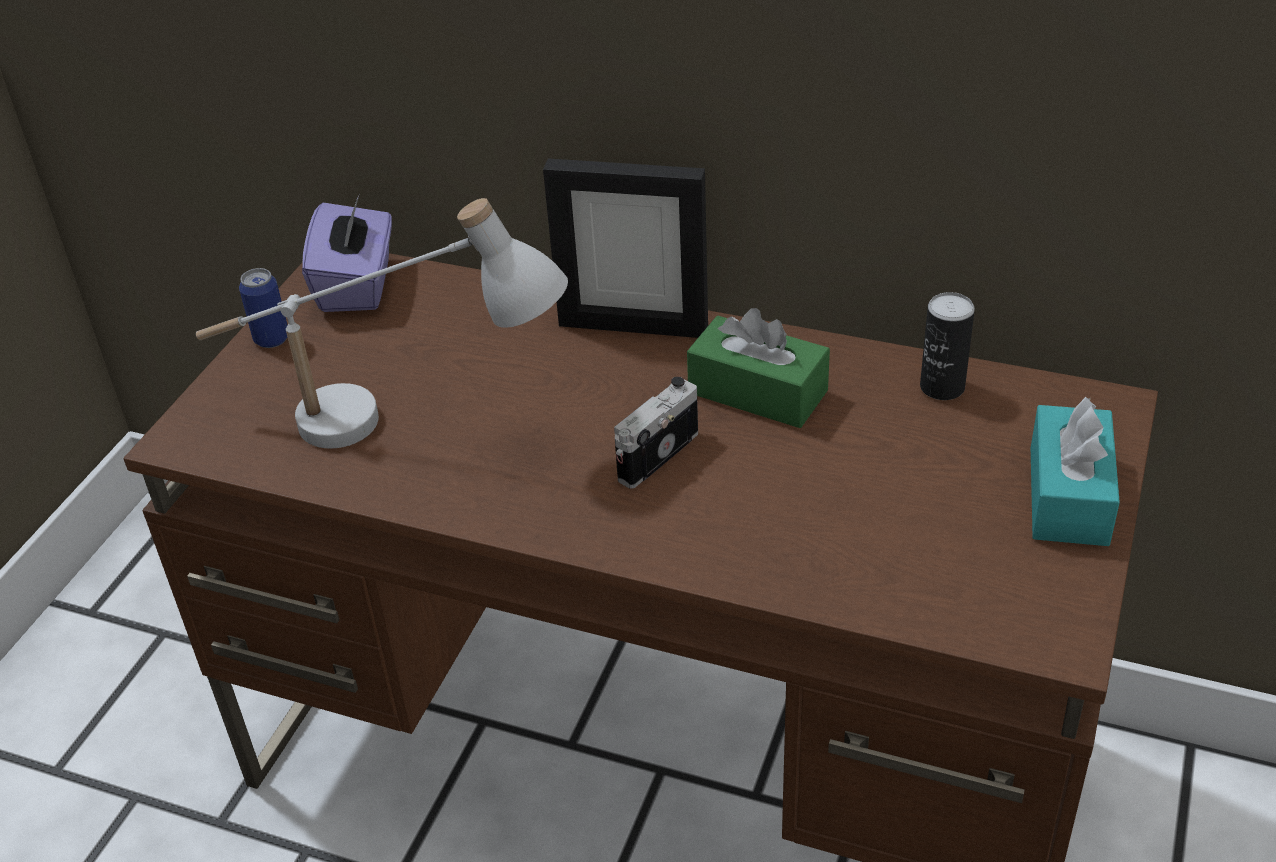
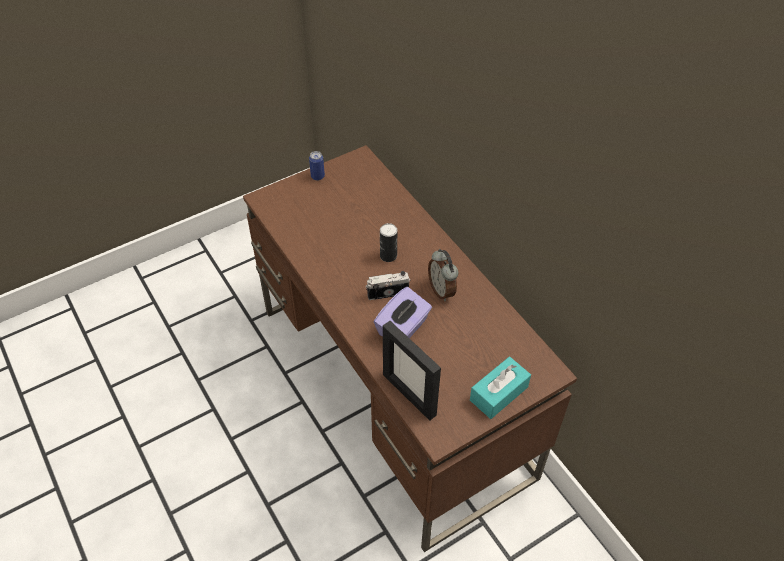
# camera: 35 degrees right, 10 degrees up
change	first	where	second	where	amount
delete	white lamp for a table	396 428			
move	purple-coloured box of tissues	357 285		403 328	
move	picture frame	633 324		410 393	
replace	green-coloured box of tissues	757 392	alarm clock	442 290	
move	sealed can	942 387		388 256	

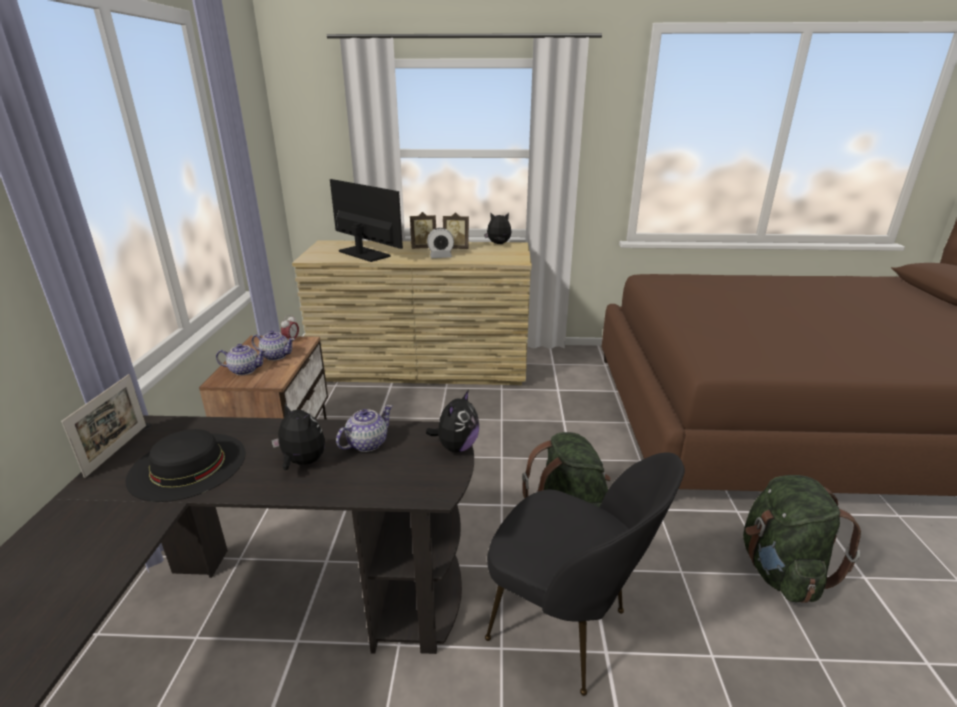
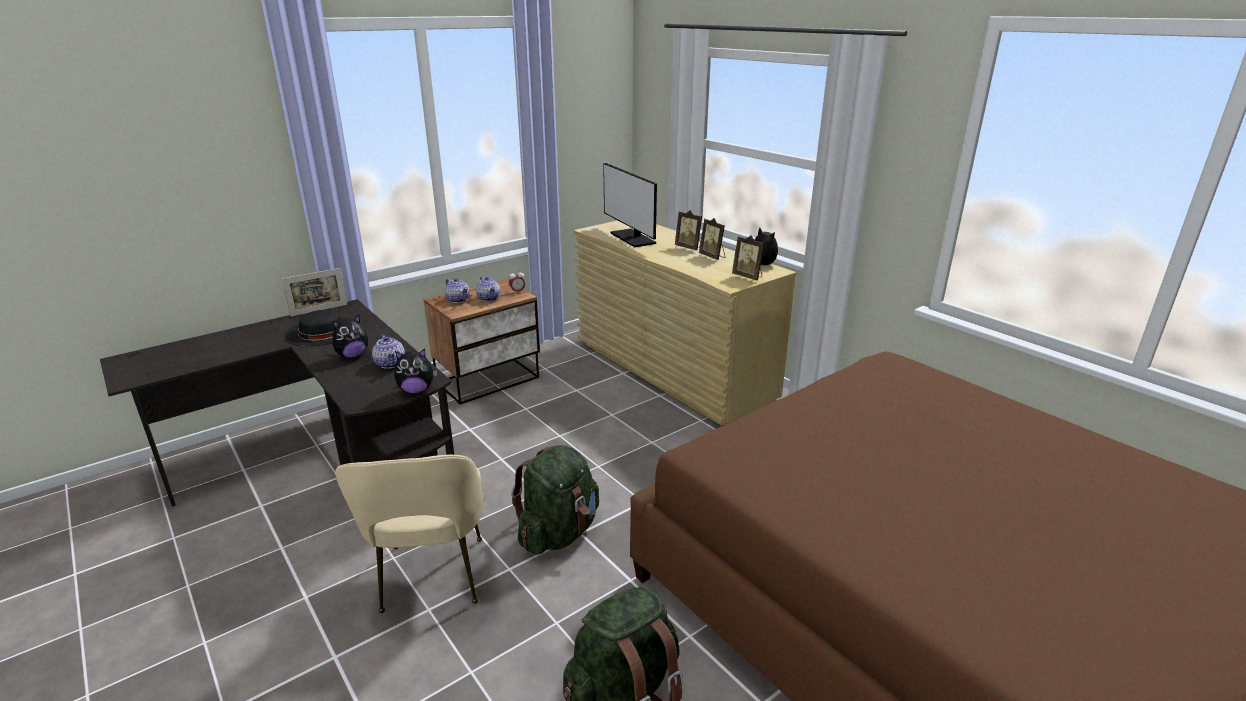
# camera: 50 degrees right, 0 degrees up
change	first	where	second	where	amount
rotate	cuddly toy	302 462		352 355	60 degrees clockwise
rotate	computer display	364 254		632 238	150 degrees clockwise
rotate	pot for tea	366 444		390 363	60 degrees clockwise
delete	alarm clock	441 257			
recolor	black-coloured plain chair	567 632	sand-coloured plain chair	432 582	
insert			picture frame	748 276	

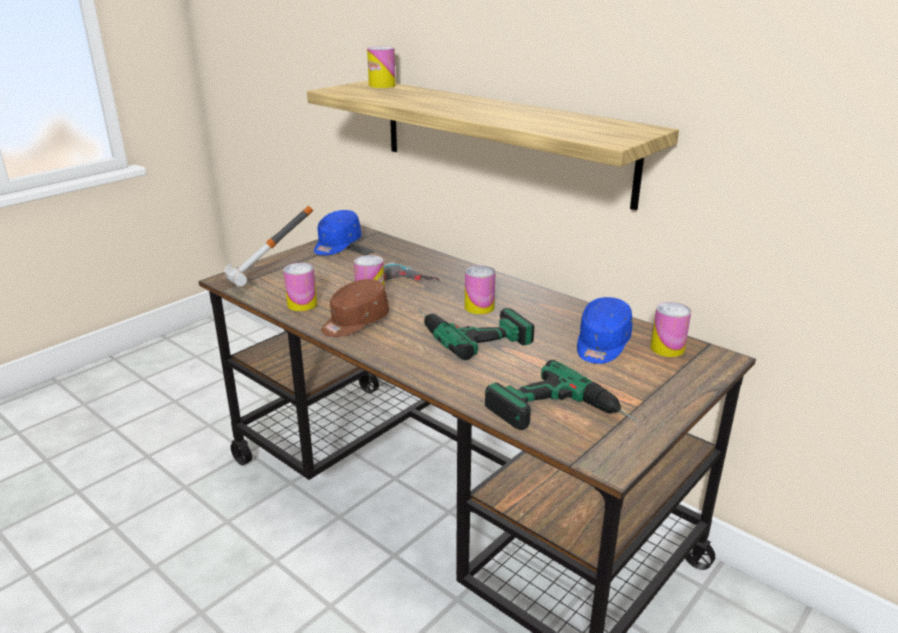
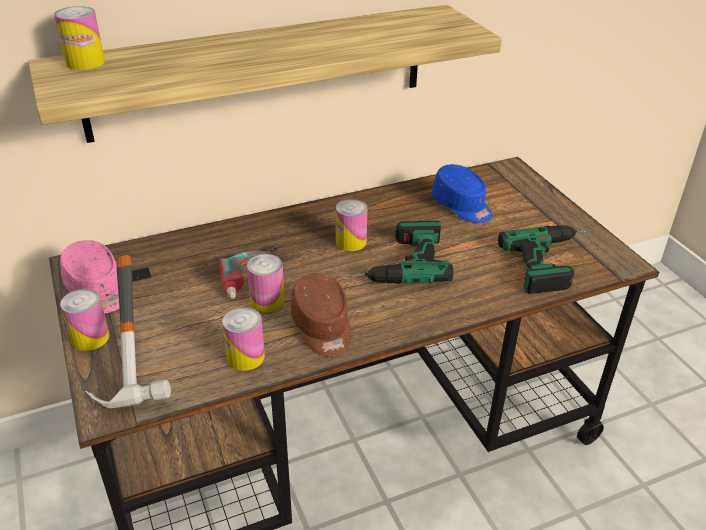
# camera: 65 degrees left, 10 degrees up
change	first	where	second	where	amount
recolor	blue-coloured cap	336 245	pink-coloured cap	97 290	
move	sealed can	667 348		90 338	

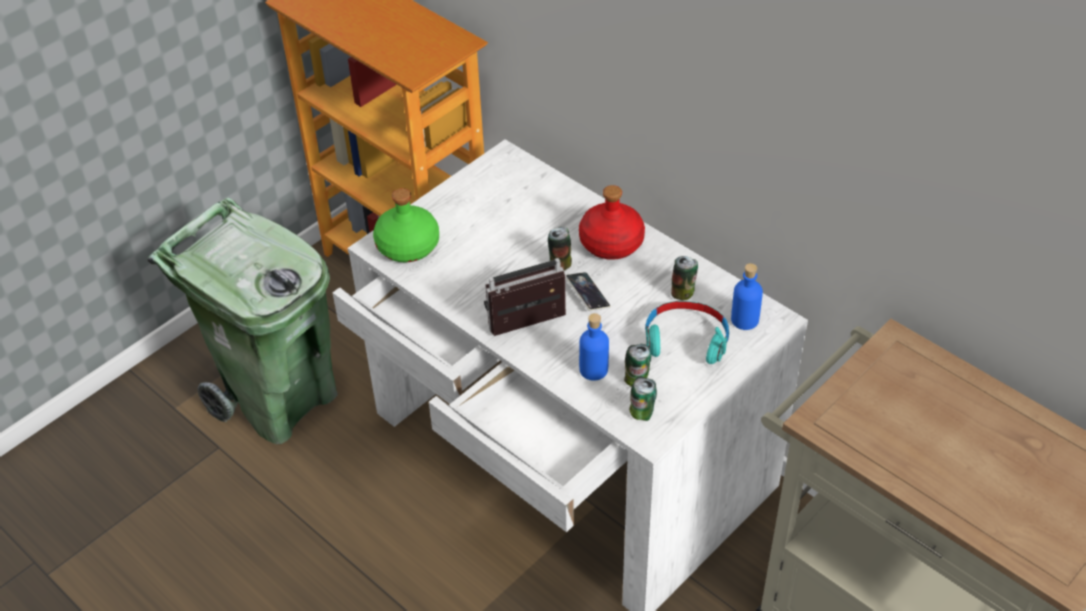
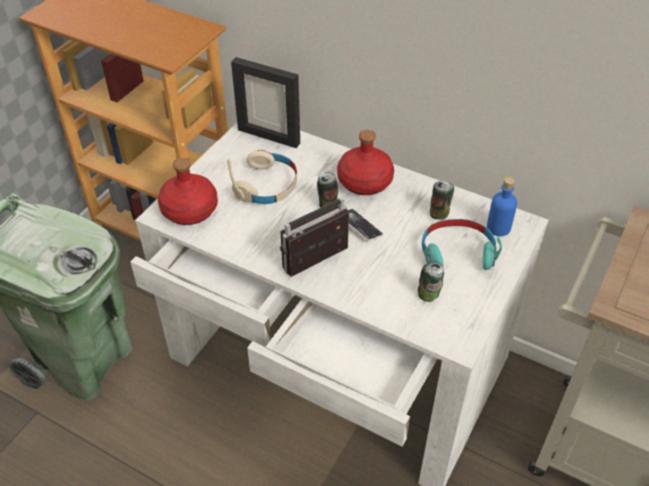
# camera: 15 degrees left, 0 degrees up
change	first	where	second	where	amount
recolor	green-coloured beverage bottle	407 246	red beverage bottle	189 210	
delete	blue-coloured beverage bottle	593 369			
delete	sealed can	642 414			
insert			sand-coloured headphones	267 186	
insert			picture frame	269 135	

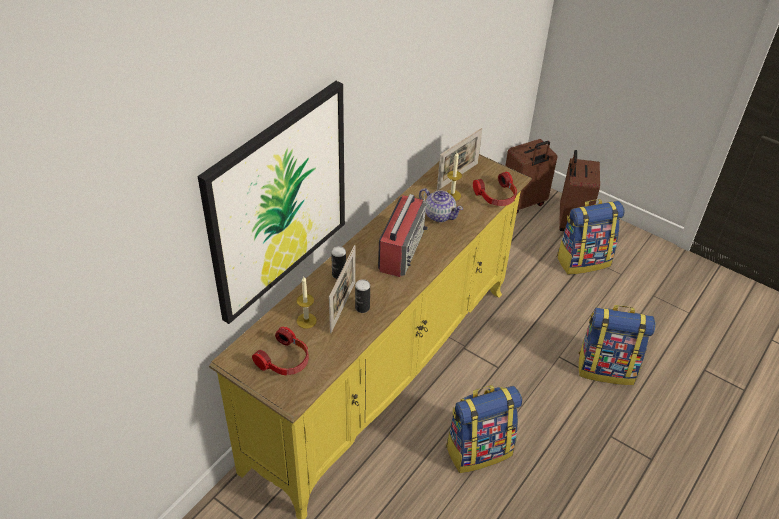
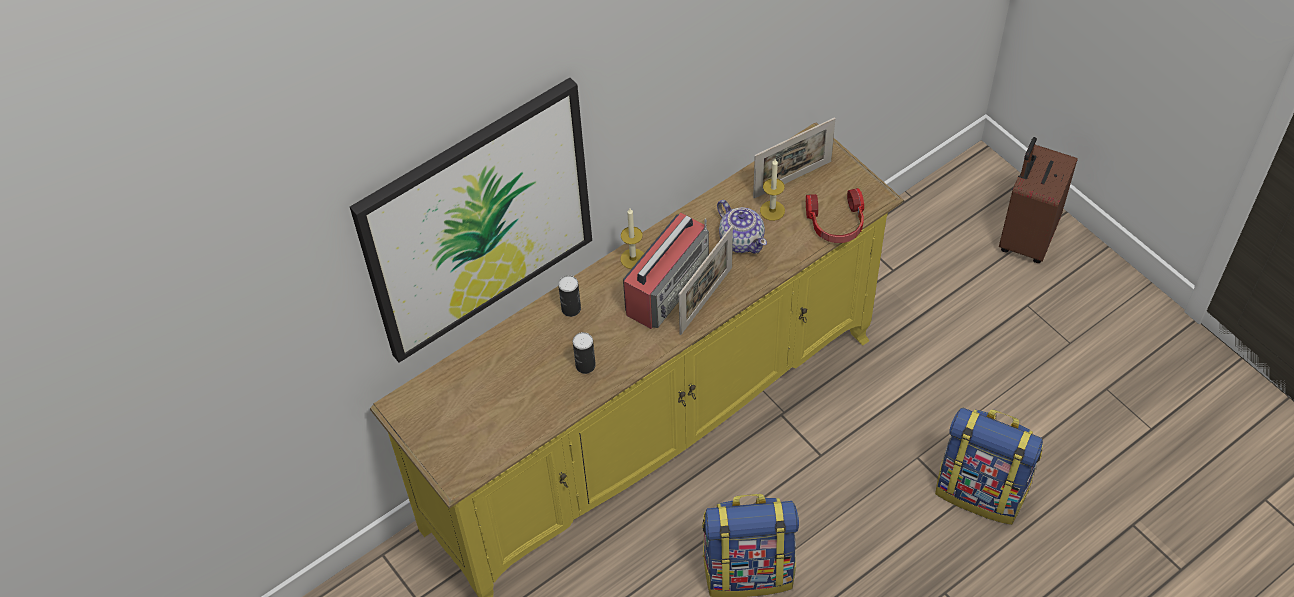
# camera: 20 degrees right, 10 degrees up
change	first	where	second	where	amount
delete	headphones	285 360			
move	candle	306 321		633 258	
move	picture frame	343 306		706 300	
delete	brown-coloured travel case	523 203			
delete	rucksack	583 260			

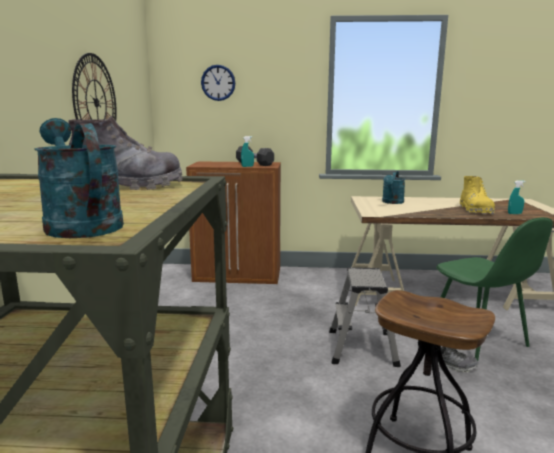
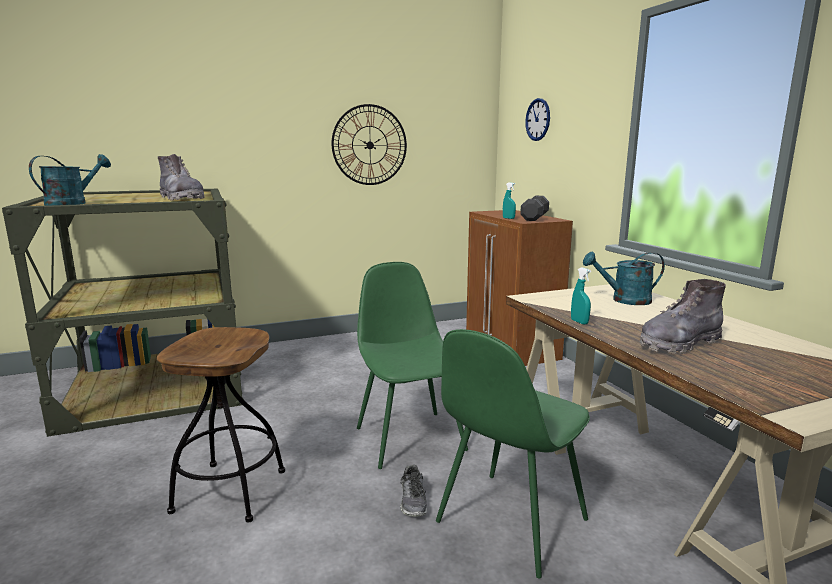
# camera: 65 degrees right, 0 degrees up
change	first	where	second	where	amount
replace	grey stepladder	362 347	green-coloured plain chair	409 437	
recolor	yellow boot	475 210	grey boot	679 344	
move	turquoise hand sprayer	514 213		579 322	

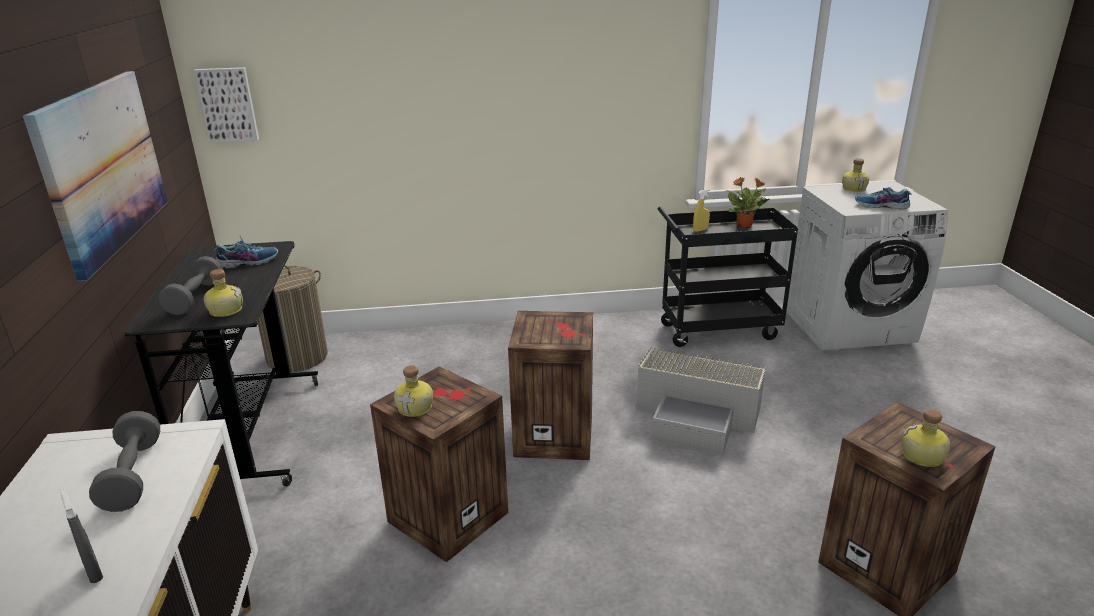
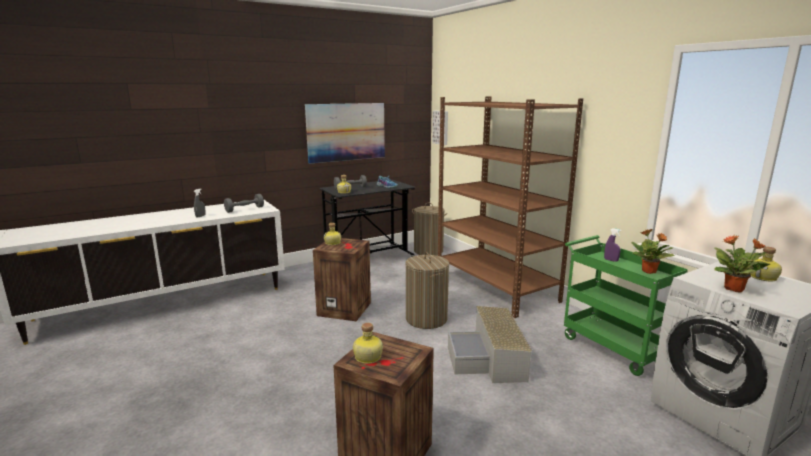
# camera: 65 degrees right, 10 degrees down
change	first	where	second	where	amount
replace	crate	555 434	laundry basket	426 319	
recolor	black-coloured wheeled cart	715 332	green-coloured wheeled cart	610 349	
recolor	yellow hand sprayer	700 230	purple-coloured hand sprayer	611 260	
replace	shoe	881 206	potted plant	734 289	
insert			brown-coloured shelving unit	495 287	

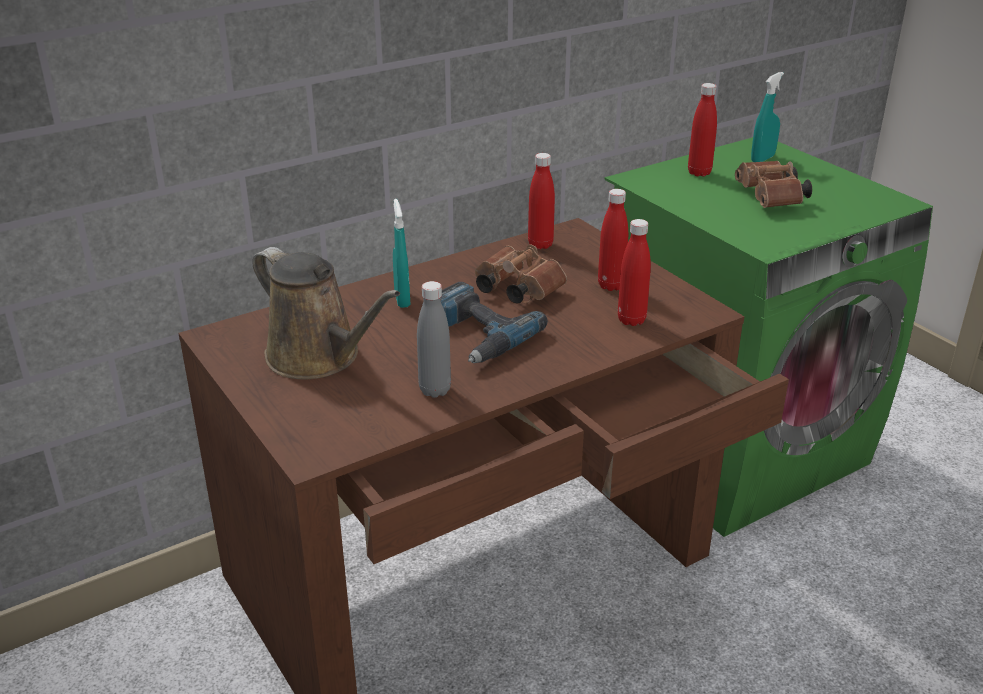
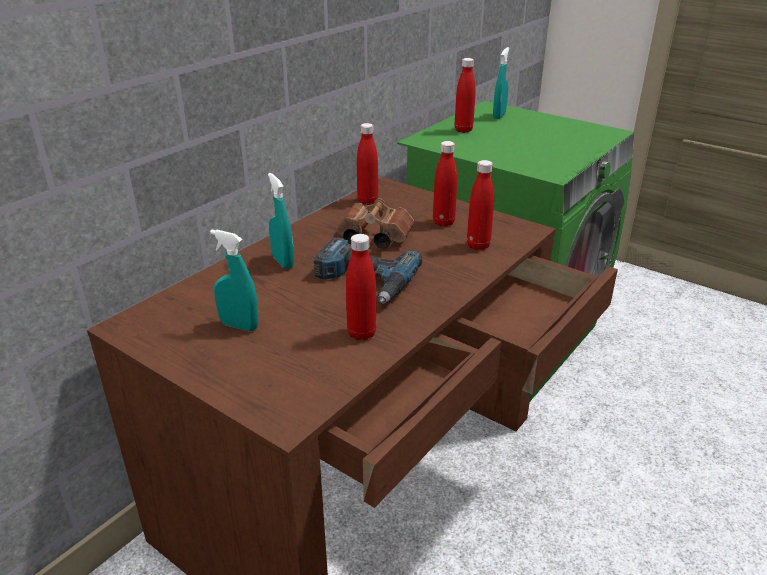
# camera: 20 degrees left, 0 degrees up
change	first	where	second	where	amount
replace	brown-coloured watering can	319 357	turquoise hand sprayer	239 326	
recolor	grey beverage bottle	435 390	red beverage bottle	361 333	
delete	brown-coloured field glasses	771 199			

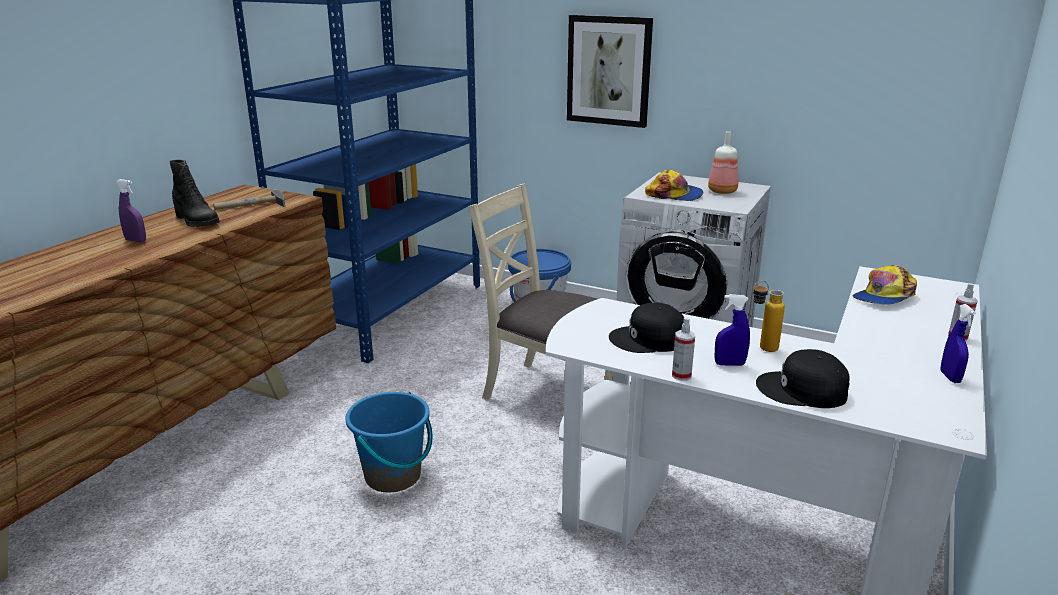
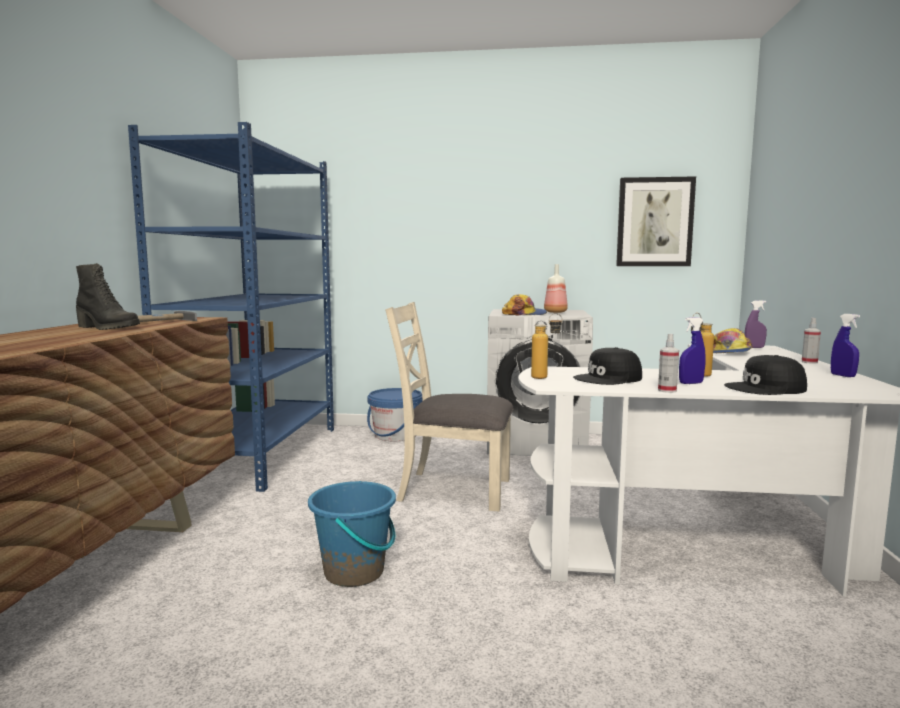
# camera: 20 degrees left, 15 degrees down
change	first	where	second	where	amount
move	purple-coloured hand sprayer	136 240		754 347	
move	wall art	609 71		654 222	
insert			beverage bottle	546 377	

